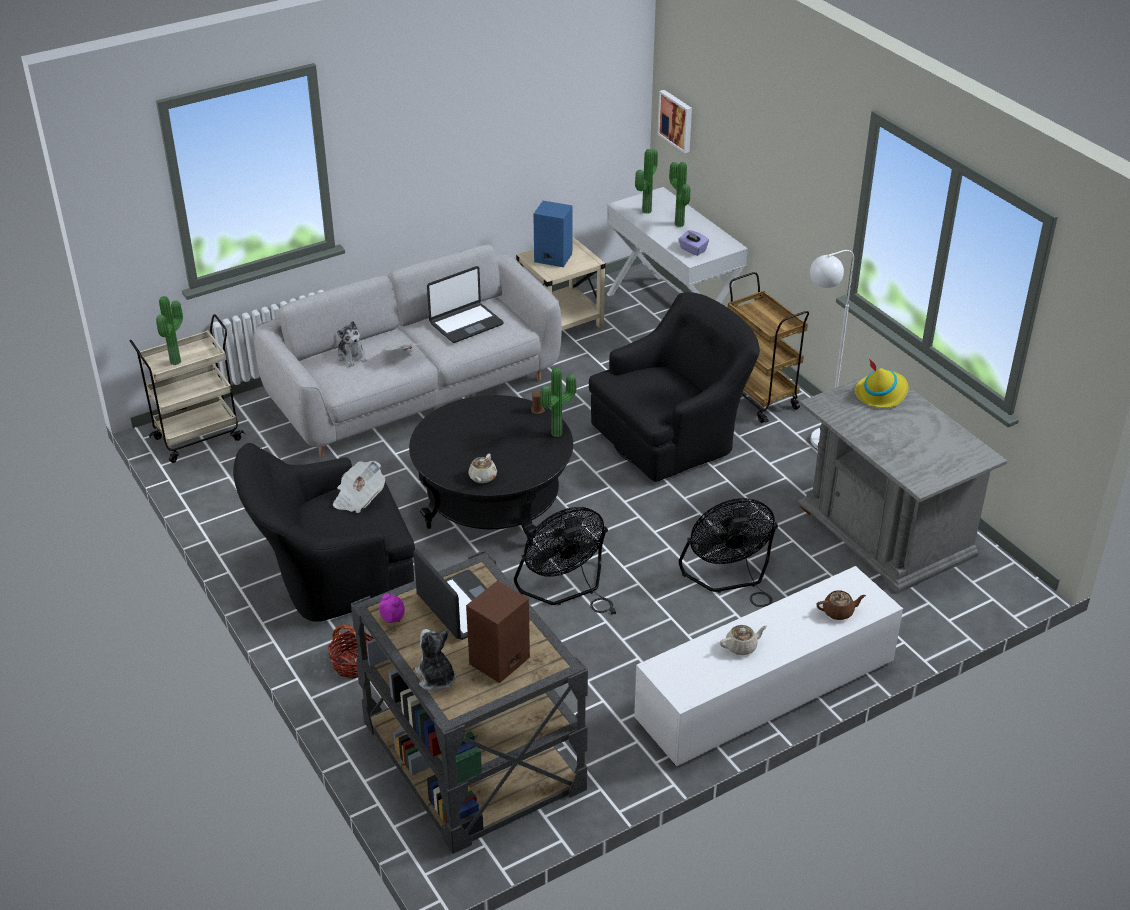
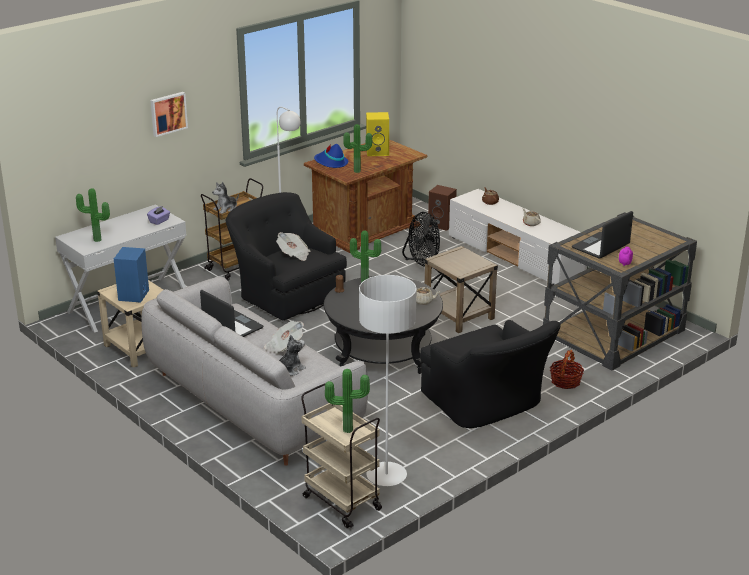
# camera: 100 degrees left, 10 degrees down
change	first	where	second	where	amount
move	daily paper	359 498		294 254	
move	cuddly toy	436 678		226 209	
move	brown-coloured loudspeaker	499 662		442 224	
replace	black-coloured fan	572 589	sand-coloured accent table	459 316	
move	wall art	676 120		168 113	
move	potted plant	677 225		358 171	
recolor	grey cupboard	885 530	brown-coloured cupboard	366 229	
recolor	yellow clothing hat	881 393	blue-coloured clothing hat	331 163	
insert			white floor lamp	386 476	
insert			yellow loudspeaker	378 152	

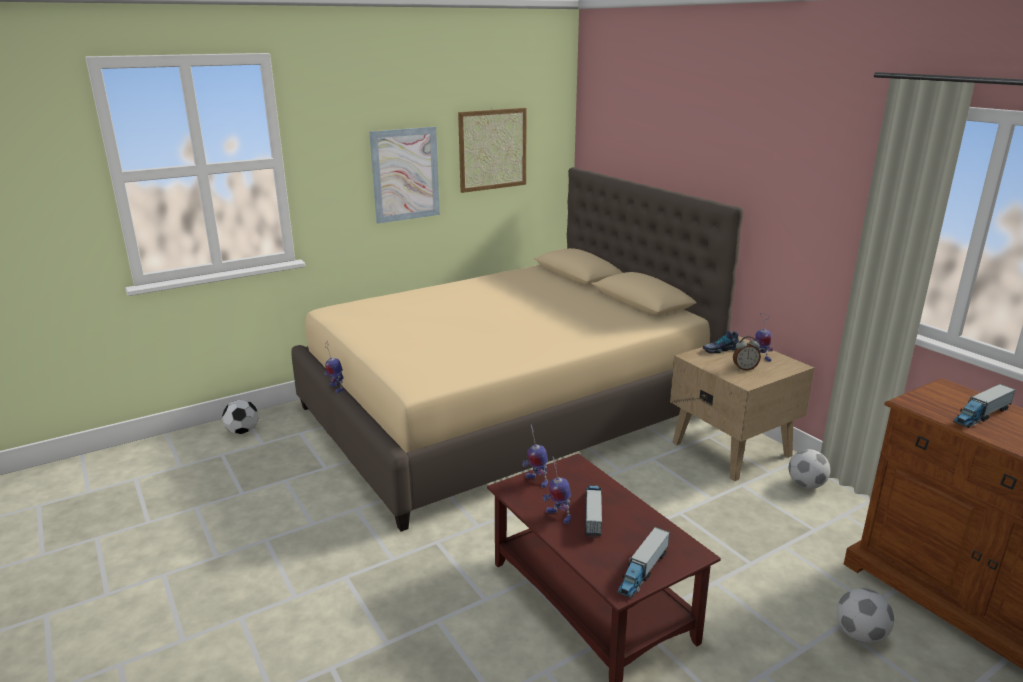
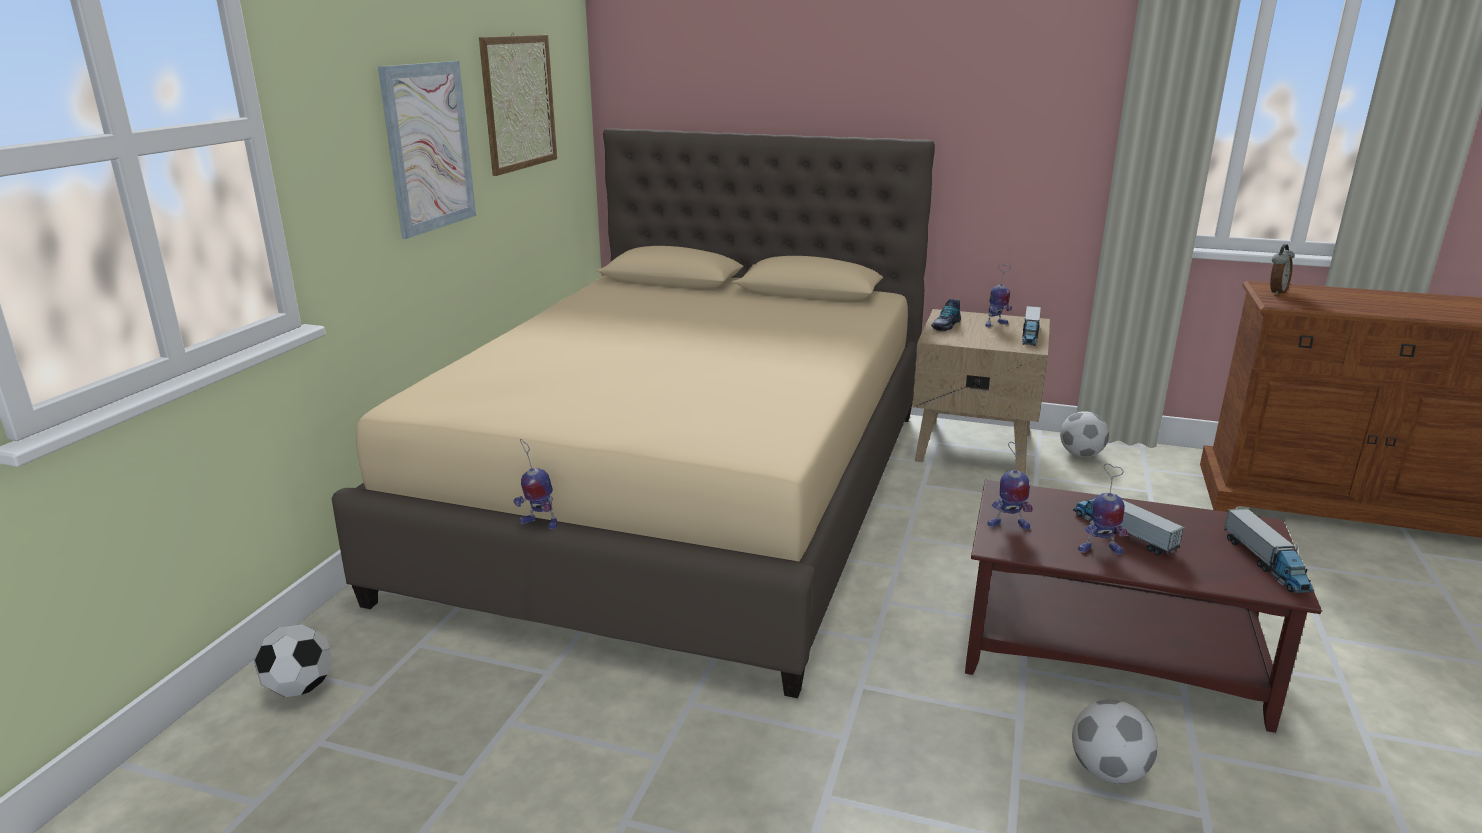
# camera: 40 degrees left, 0 degrees up
change	first	where	second	where	amount
move	alarm clock	744 368		1275 292	
move	ball for football	860 635		1108 771	
move	toy lorry	981 415		1030 335	

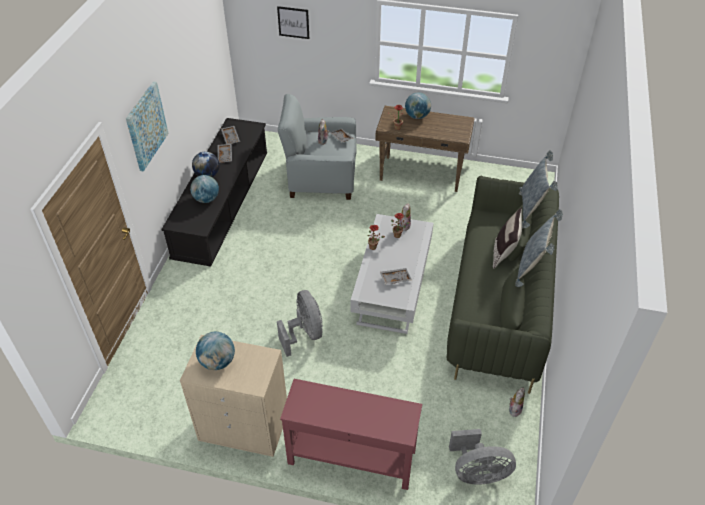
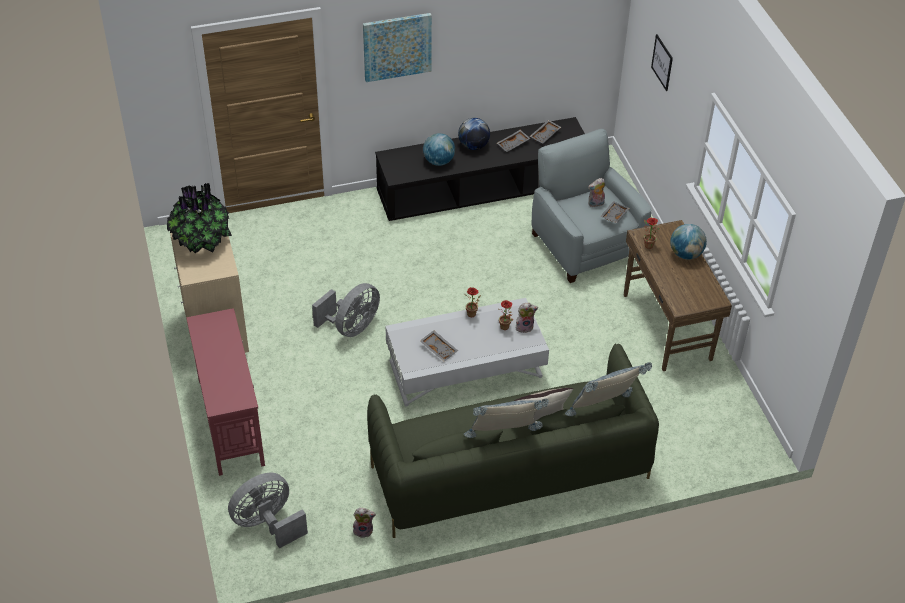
# camera: 60 degrees right, 0 degrees up
change	first	where	second	where	amount
replace	desk globe	217 362	potted plant	201 242	
rotate	grey fan	477 472		268 523	90 degrees clockwise

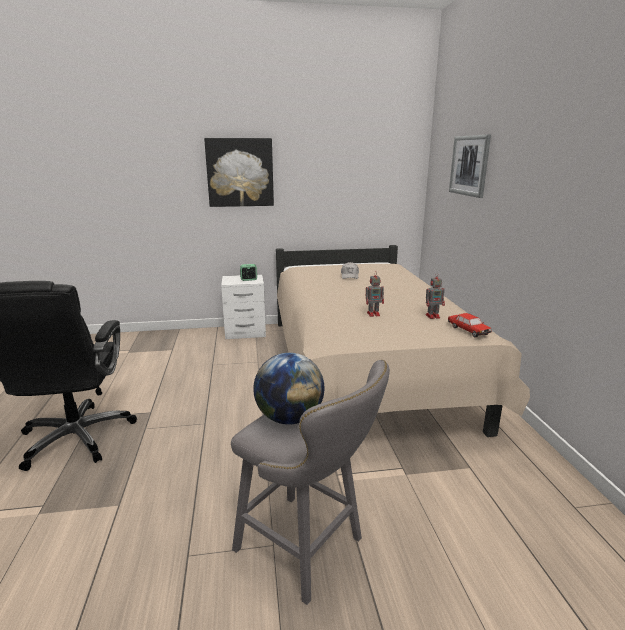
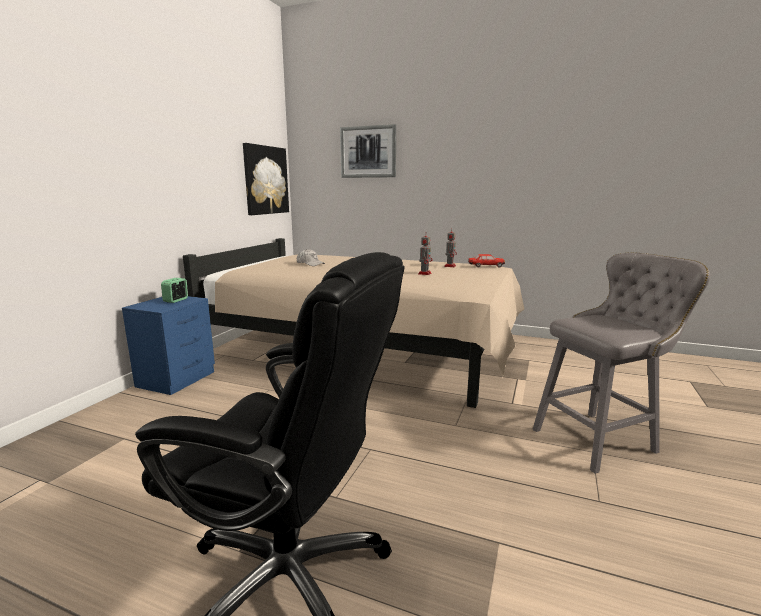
# camera: 60 degrees left, 5 degrees down
change	first	where	second	where	amount
move	wall art	240 172		265 180	
recolor	white nightstand	246 332	blue-coloured nightstand	178 379	
delete	desk globe	289 418			

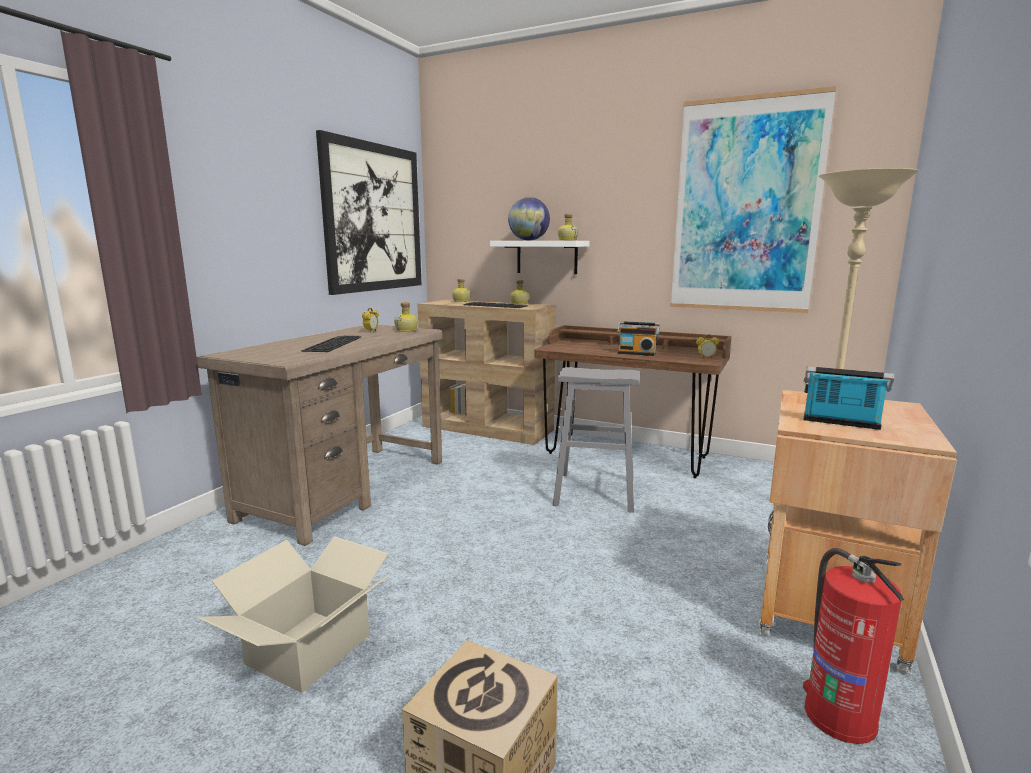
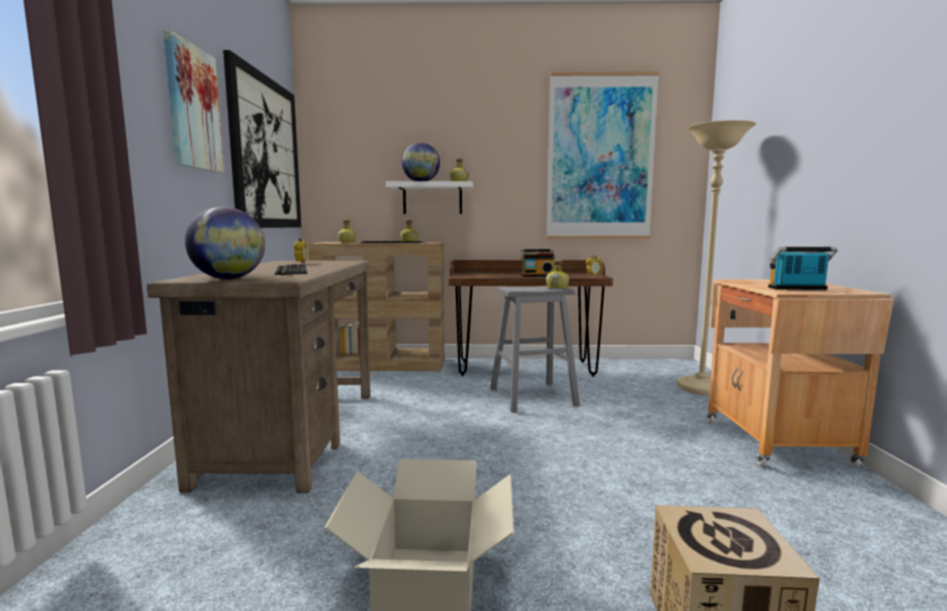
# camera: 25 degrees left, 5 degrees down
change	first	where	second	where	amount
move	beverage bottle	407 330		557 287	
delete	fire extinguisher	838 715			
insert			wall art	192 108	
insert			desk globe	229 278	

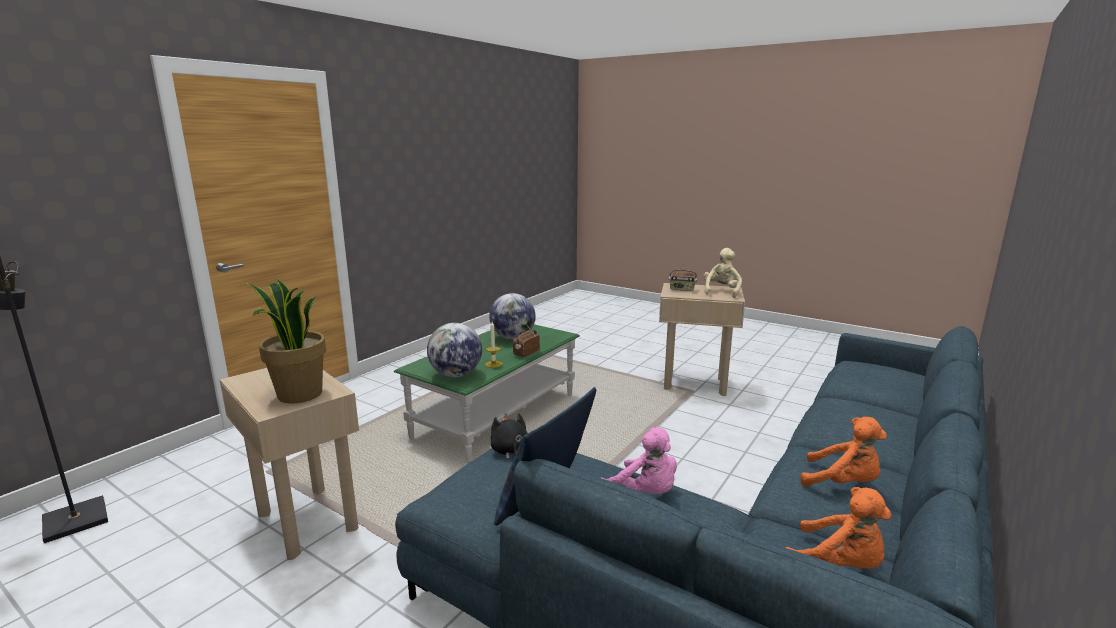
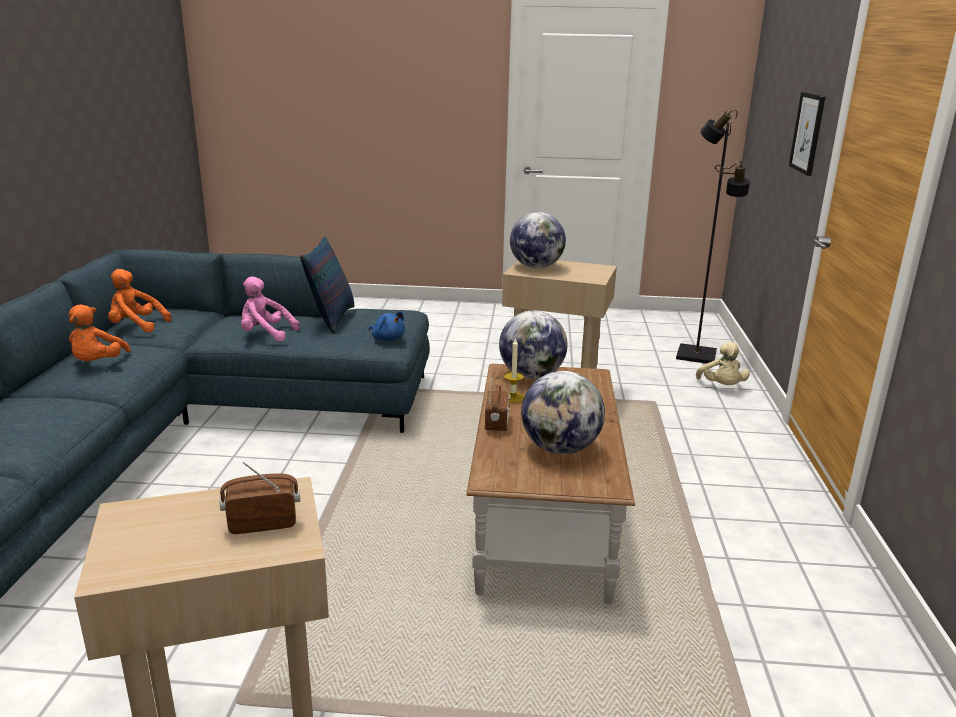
# camera: 150 degrees right, 5 degrees up
change	first	where	second	where	amount
replace	potted plant	299 394	desk globe	536 267	
recolor	green-coloured lounge table	496 416	brown-coloured lounge table	543 517	
recolor	black-coloured cuddly toy	510 451	blue-coloured cuddly toy	387 338	
move	sand-coloured cuddly toy	721 292		721 387	
rotate	orange-coloured cuddly toy	842 483		98 363	90 degrees counterclockwise
insert			wall art	807 133	

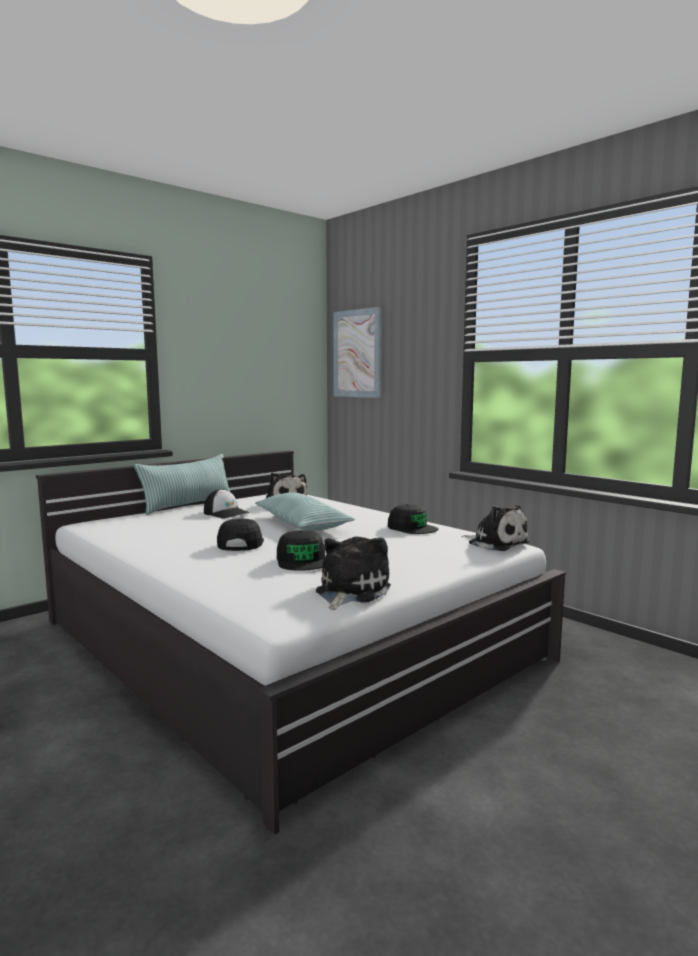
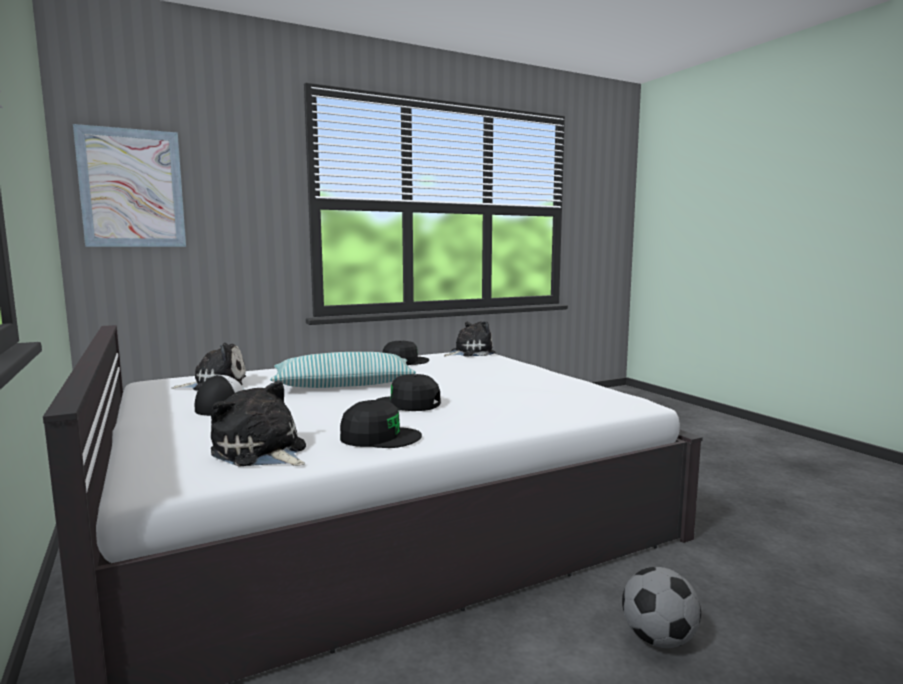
# camera: 75 degrees left, 0 degrees up
change	first	where	second	where	amount
delete	throw pillow	188 505			
move	black-coloured cap	302 561		379 437	
move	cuddly toy	350 591		261 452	
insert			ball for football	658 639	

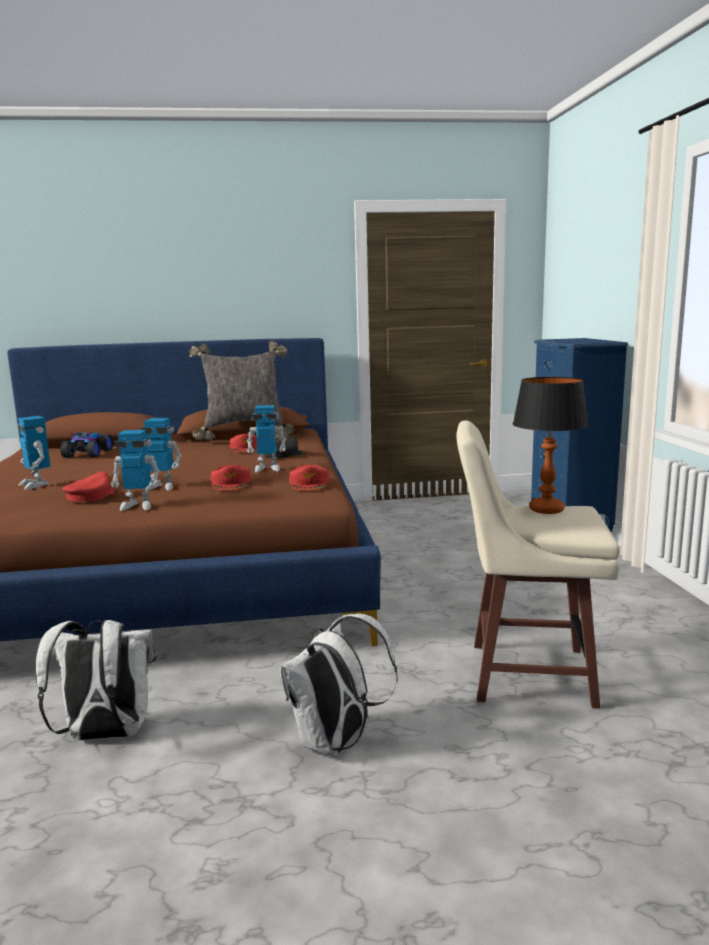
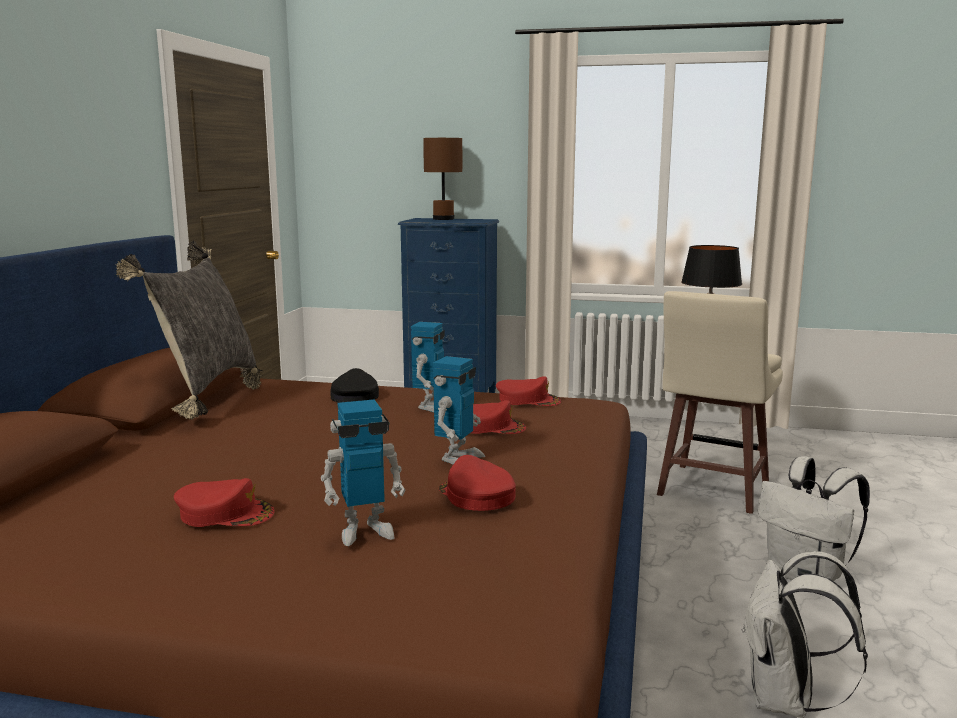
# camera: 70 degrees left, 0 degrees up
change	first	where	second	where	amount
delete	model car	89 453			
delete	toy robot	138 505			
move	red cap	246 448		225 513	
insert			brown-coloured lamp for a table	443 219	

